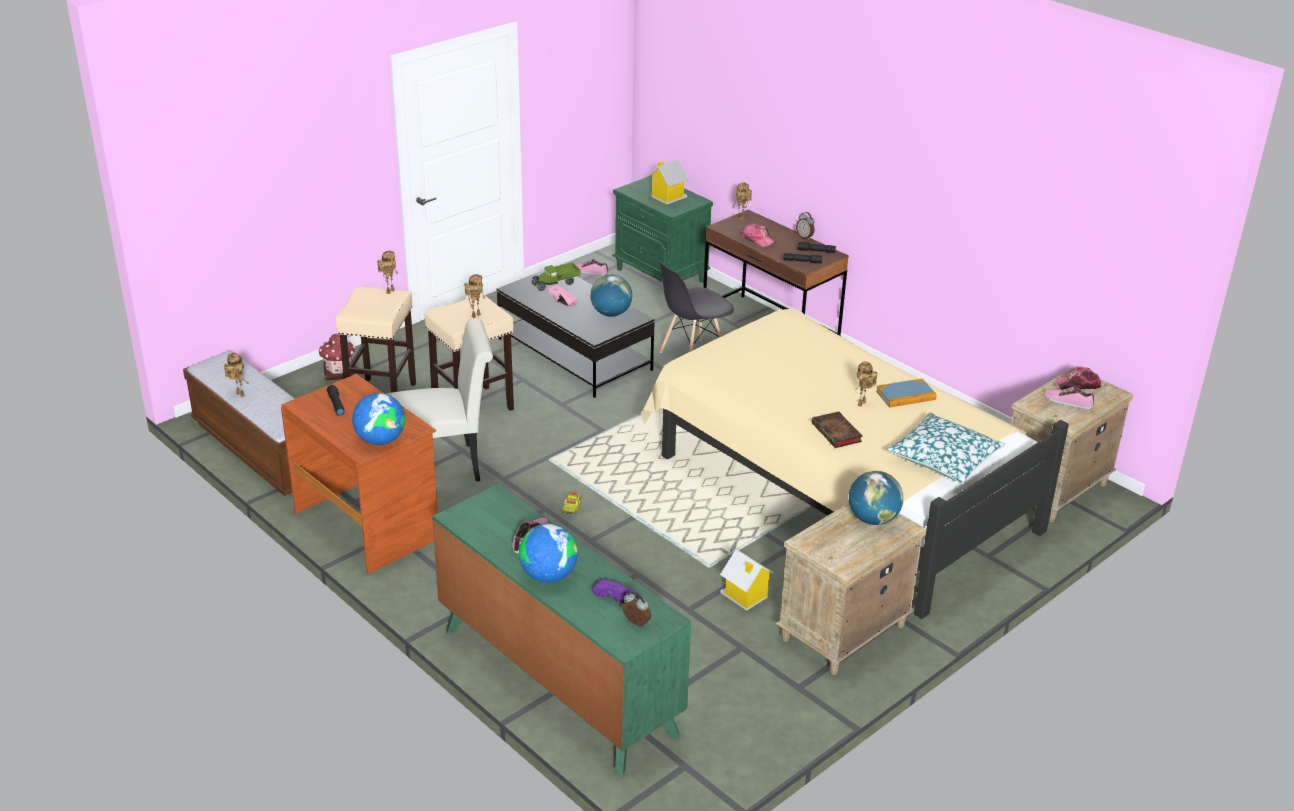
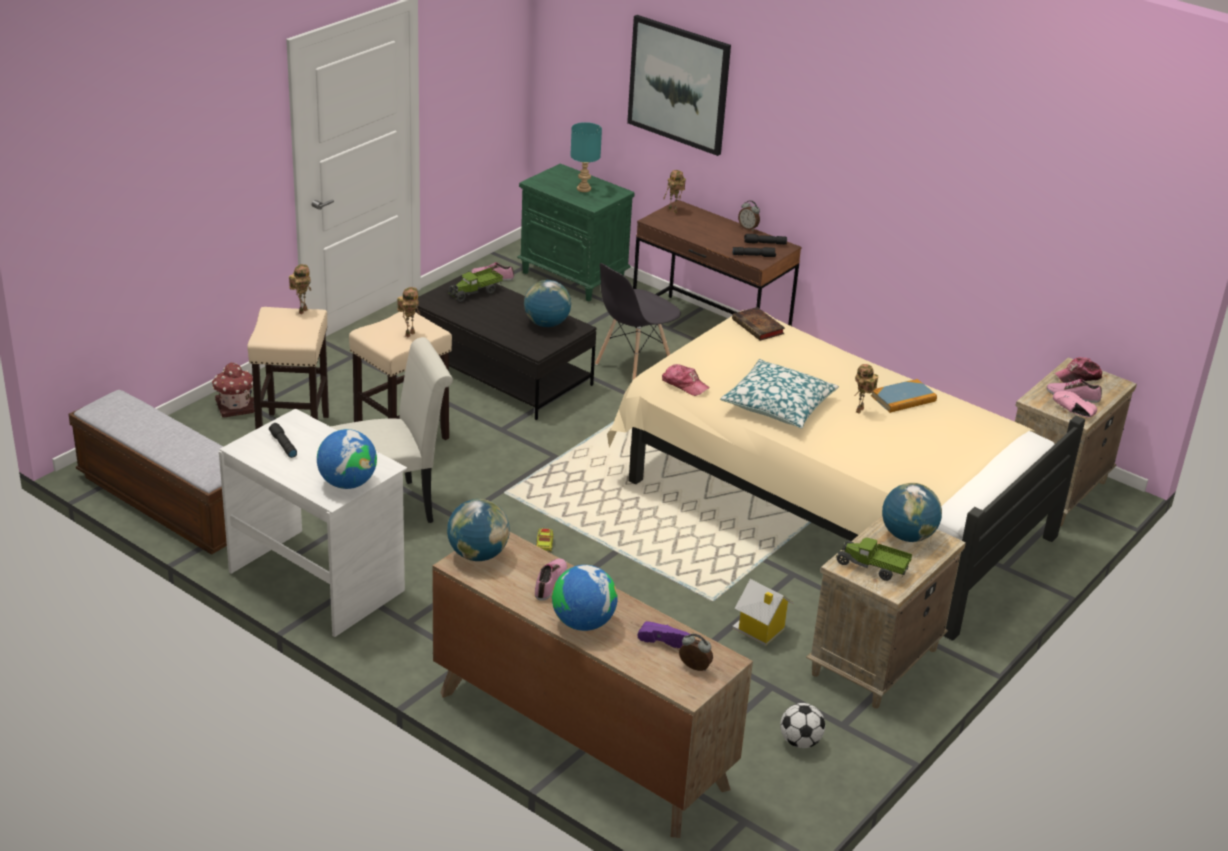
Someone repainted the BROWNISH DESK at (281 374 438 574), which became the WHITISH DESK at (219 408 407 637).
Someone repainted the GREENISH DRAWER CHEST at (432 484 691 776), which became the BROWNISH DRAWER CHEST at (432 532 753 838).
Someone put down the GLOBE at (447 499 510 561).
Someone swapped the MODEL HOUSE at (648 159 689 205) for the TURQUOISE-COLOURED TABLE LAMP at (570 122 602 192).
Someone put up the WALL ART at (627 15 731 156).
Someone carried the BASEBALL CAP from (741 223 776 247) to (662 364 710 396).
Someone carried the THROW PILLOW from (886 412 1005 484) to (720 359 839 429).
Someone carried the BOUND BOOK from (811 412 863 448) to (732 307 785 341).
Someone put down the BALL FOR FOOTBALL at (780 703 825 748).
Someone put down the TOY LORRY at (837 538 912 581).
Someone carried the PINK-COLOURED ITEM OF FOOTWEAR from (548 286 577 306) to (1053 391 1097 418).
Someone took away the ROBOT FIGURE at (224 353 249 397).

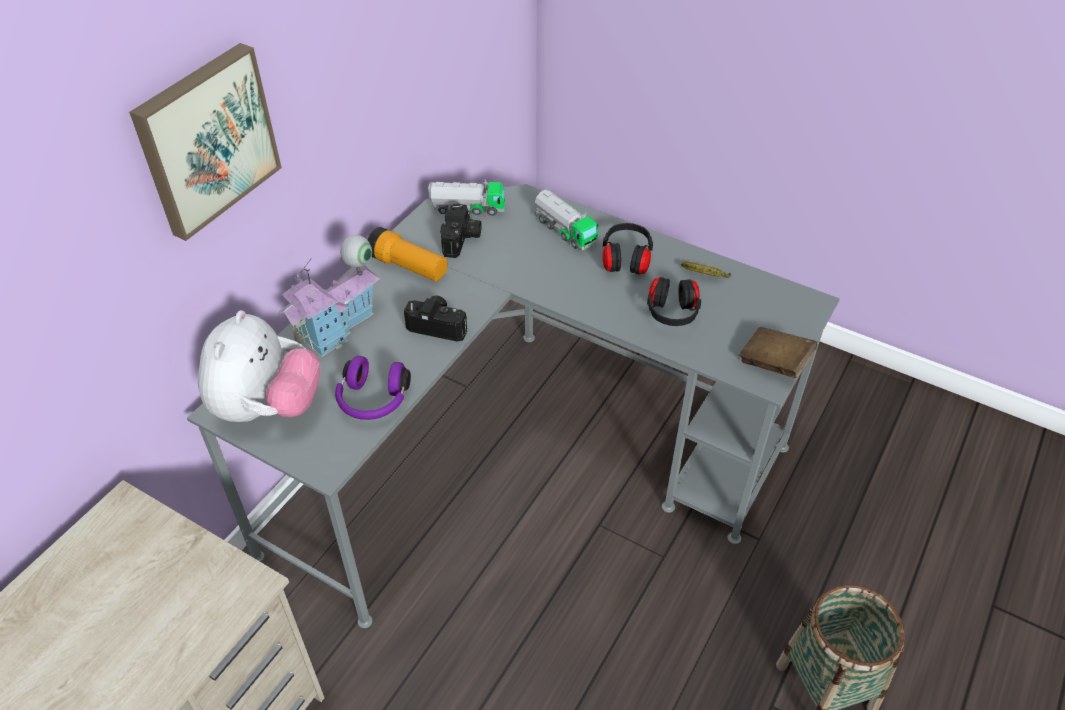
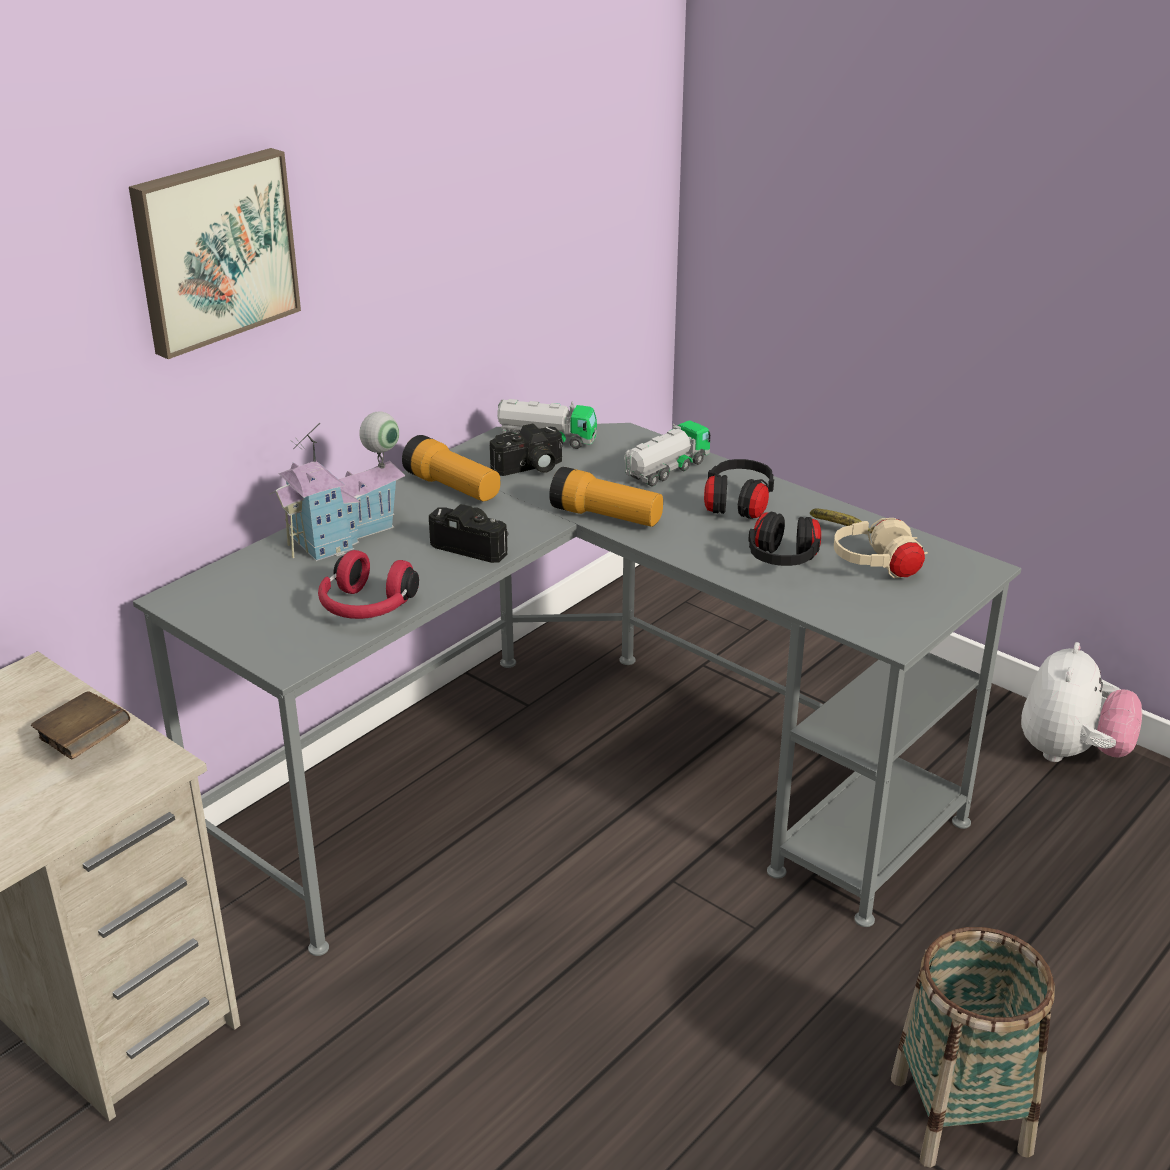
Someone carried the BROWNISH BOUND BOOK from (739 327 817 378) to (31 692 130 759).
Someone repainted the PURPLE-COLOURED HEADSET at (335 356 411 420), which became the RED HEADSET at (318 550 419 619).
Someone rotated the STILL CAMERA at (440 204 482 258) by 45 degrees clockwise.
Someone put down the FLASHLIGHT at (549 467 663 527).
Someone rotated the TOY LORRY at (535 189 598 250) by 105 degrees counterclockwise.
Someone put down the BEIGE HEADSET at (834 518 928 579).
Someone carried the PLUSH TOY from (198 310 321 422) to (1021 642 1142 762).

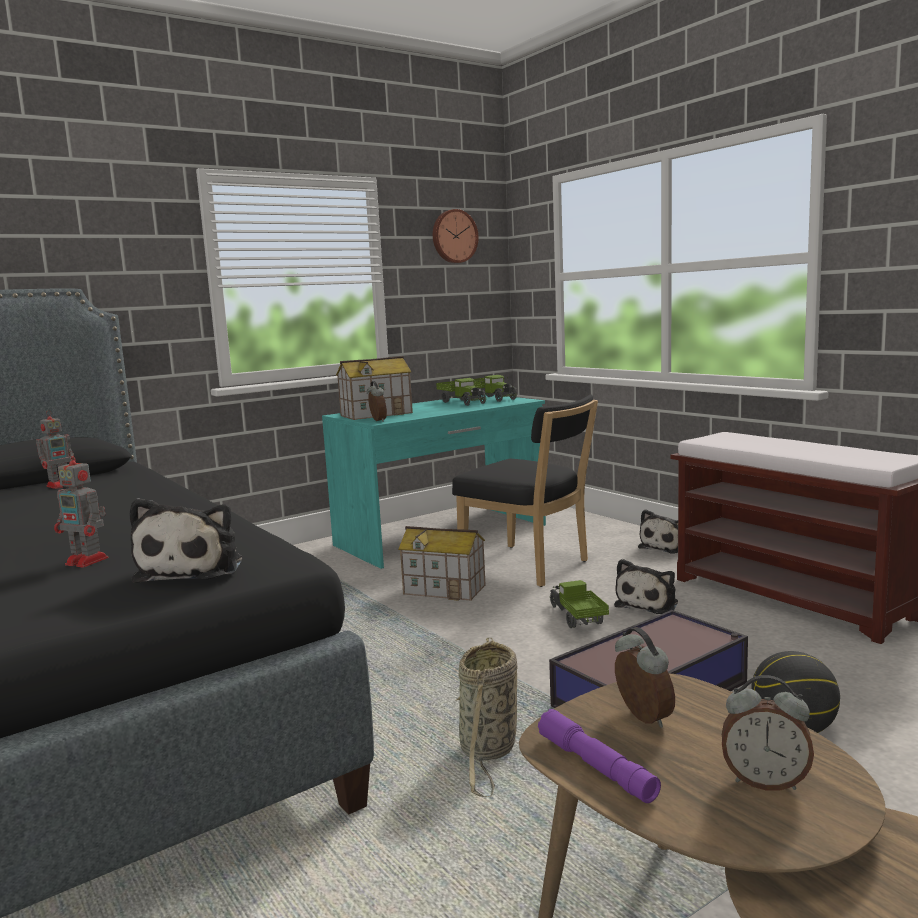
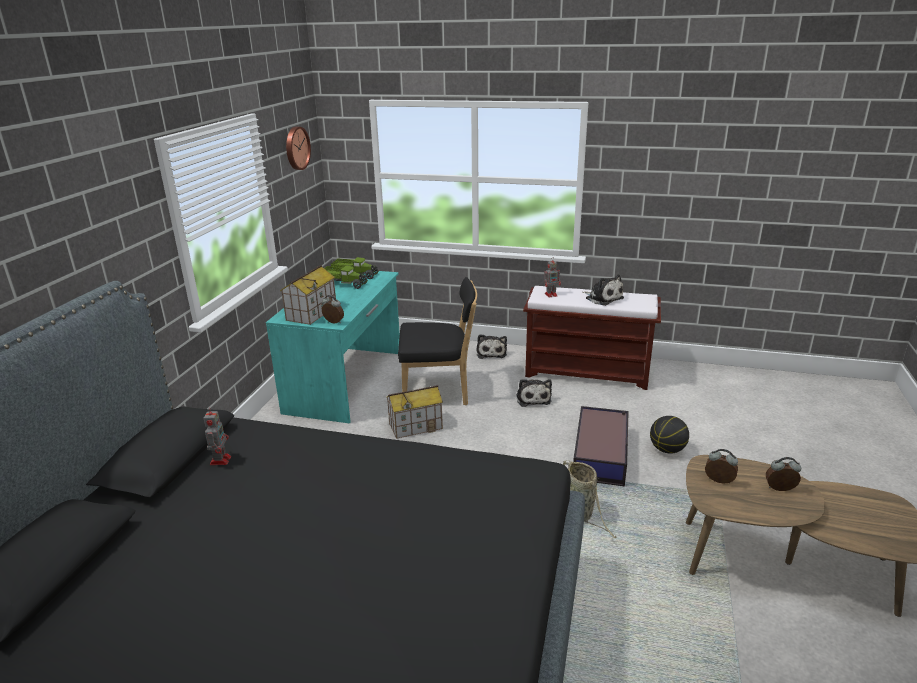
Someone carried the ROBOT FIGURE from (54 451 109 567) to (544 257 561 297).
Someone carried the PLUSH TOY from (129 498 242 583) to (582 274 624 306).
Someone rotated the TABLE CLOCK at (722 675 814 791) by 150 degrees counterclockwise.
Someone took away the PURPLE-COLOURED FLASHLIGHT at (538 709 661 803).
Someone took away the TOY LORRY at (549 580 609 628).

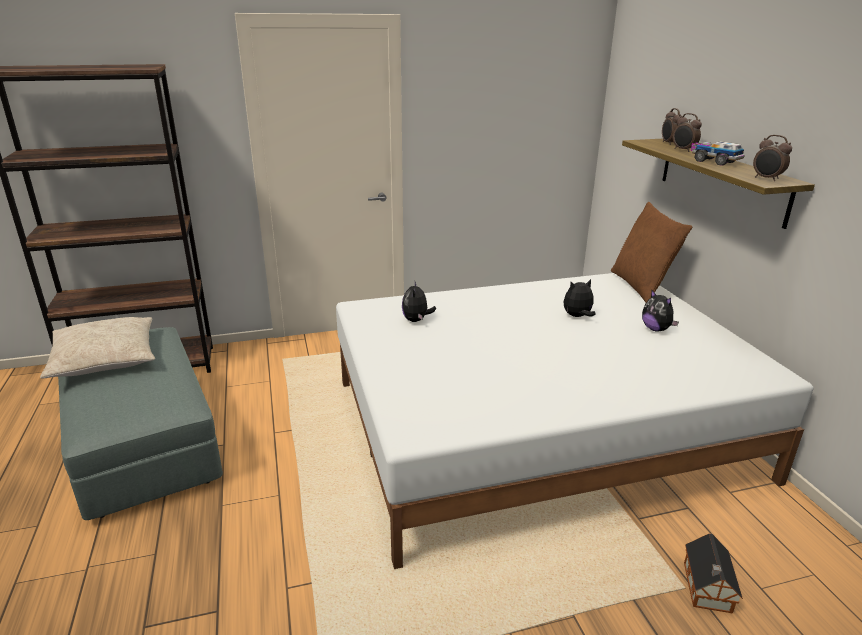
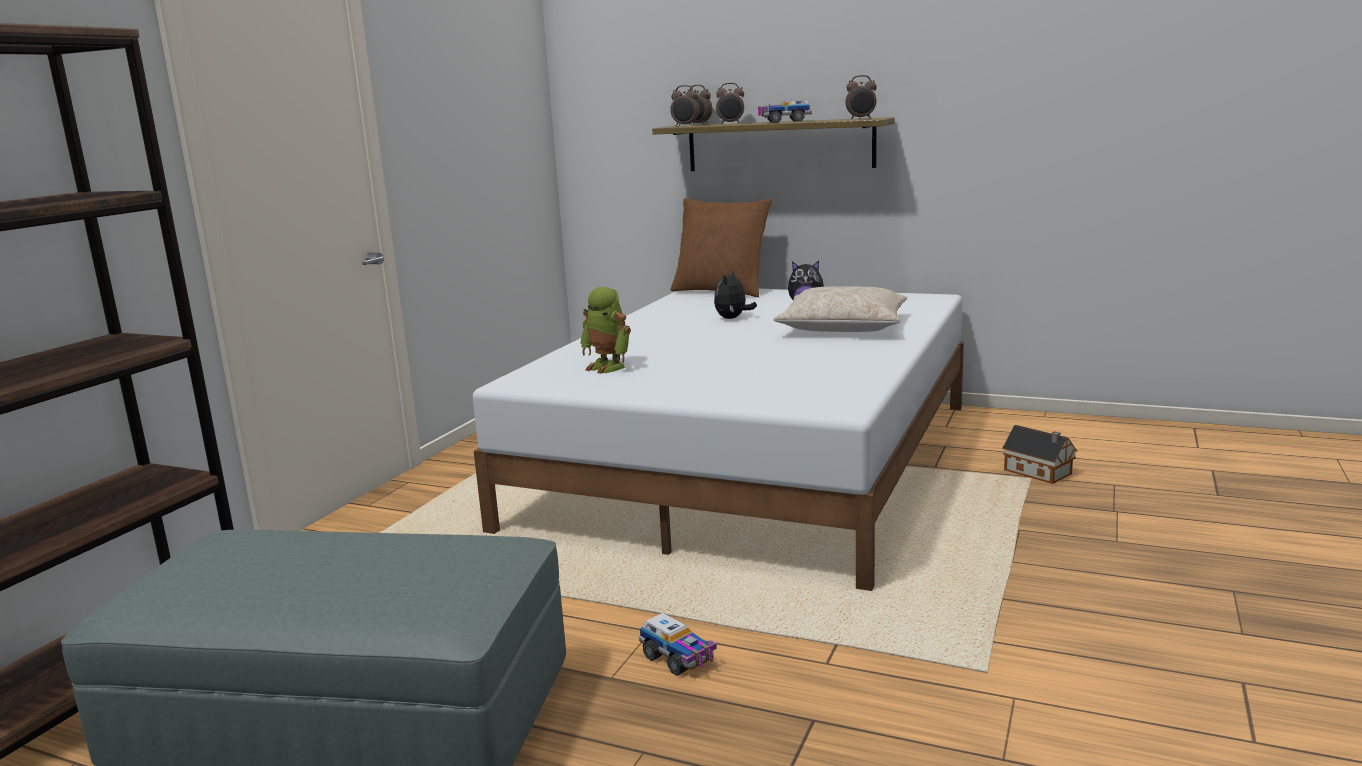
Someone swapped the PLUSH TOY at (402 280 436 322) for the ROBOT FIGURE at (580 287 631 374).
Someone put down the TOY LORRY at (638 613 717 676).
Someone put down the TABLE CLOCK at (670 85 700 126).
Someone carried the BEIGE THROW PILLOW from (40 317 155 378) to (774 287 907 332).

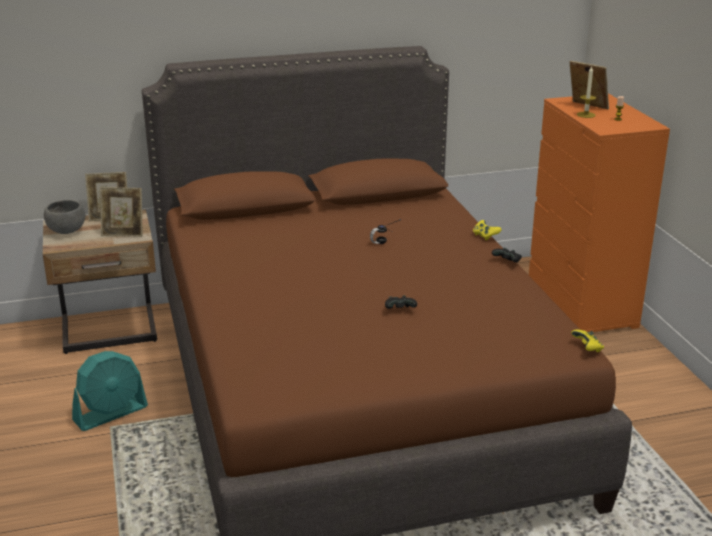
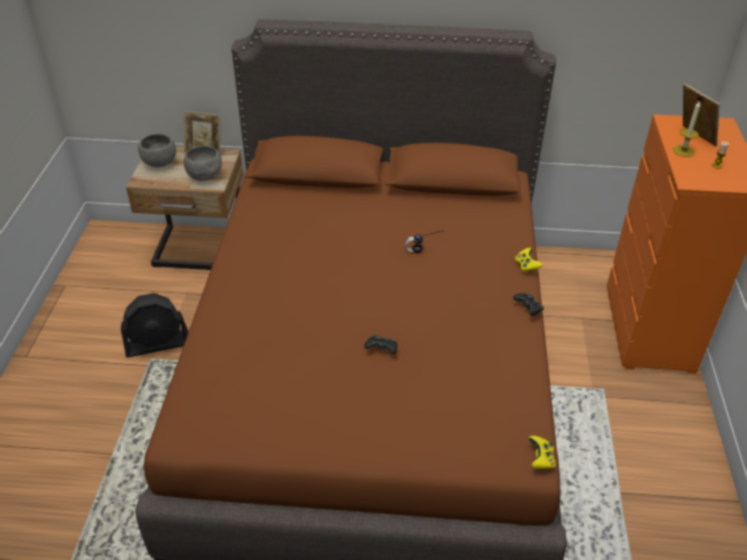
Someone repainted the TURQUOISE-COLOURED FAN at (72 351 148 431), which became the BLACK FAN at (121 293 188 357).
Someone swapped the PHOTO FRAME at (100 187 143 237) for the GREY SERVING BOWL at (184 146 222 181).

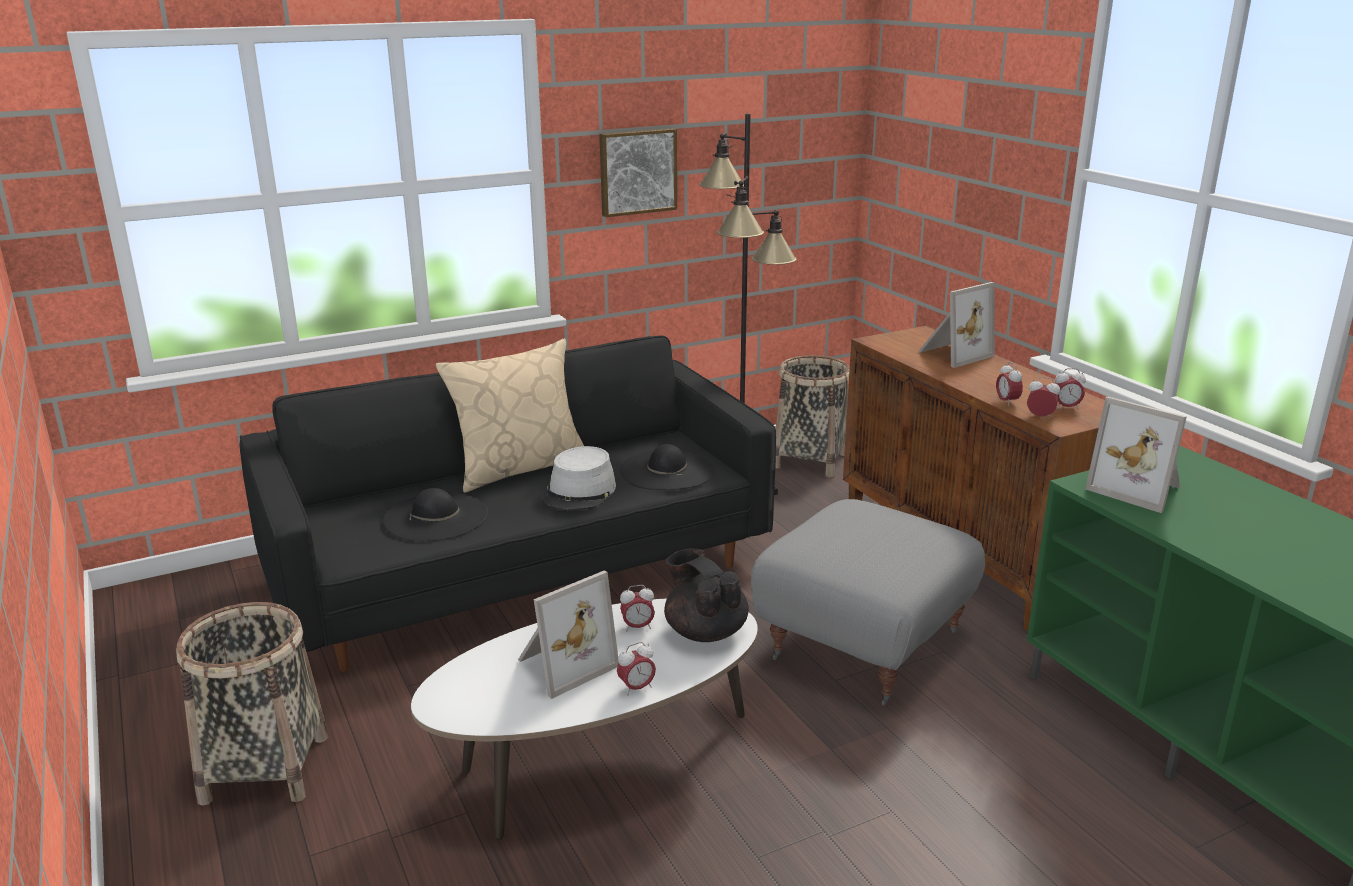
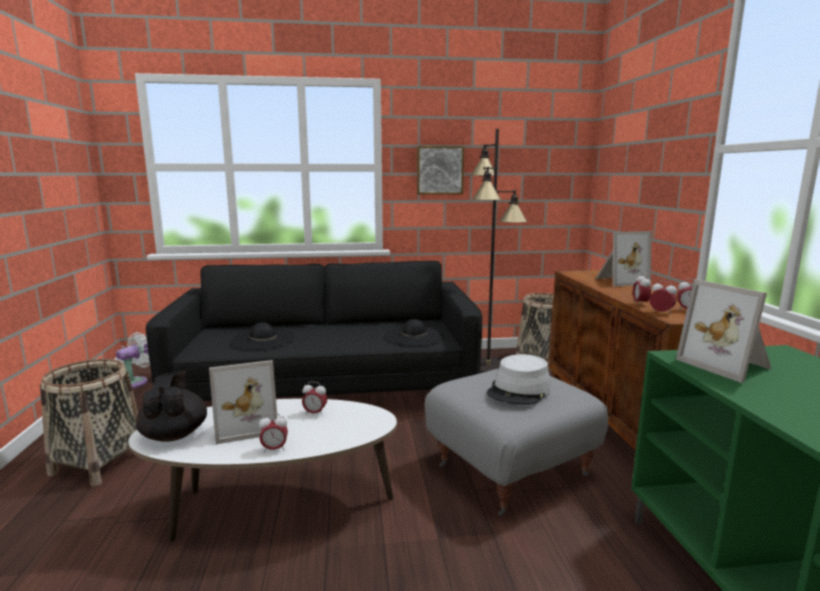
Someone put down the WHITISH FAN at (116 332 150 389).
Someone carried the BLACK TEA POT from (664 548 749 642) to (136 371 207 442).
Someone carried the GREY HAT from (542 446 616 510) to (487 354 551 405).
Someone took away the BEIGE THROW PILLOW at (436 339 584 493).

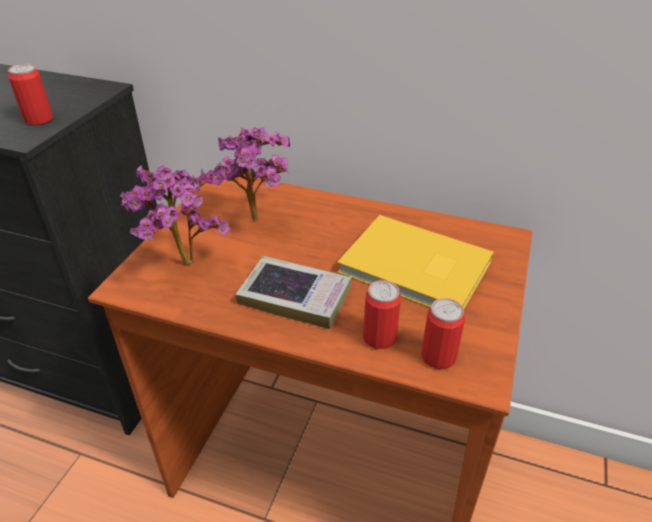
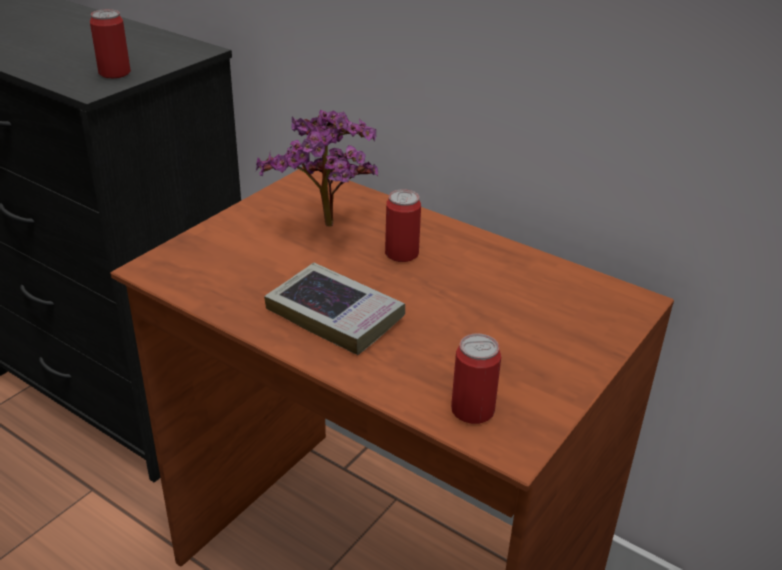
Someone carried the SEALED CAN from (363 280 401 349) to (385 189 421 262).
Someone took away the HOUSEPLANT at (120 165 230 266).
Someone took away the YELLOW-COLOURED BOUND BOOK at (337 215 493 309).

